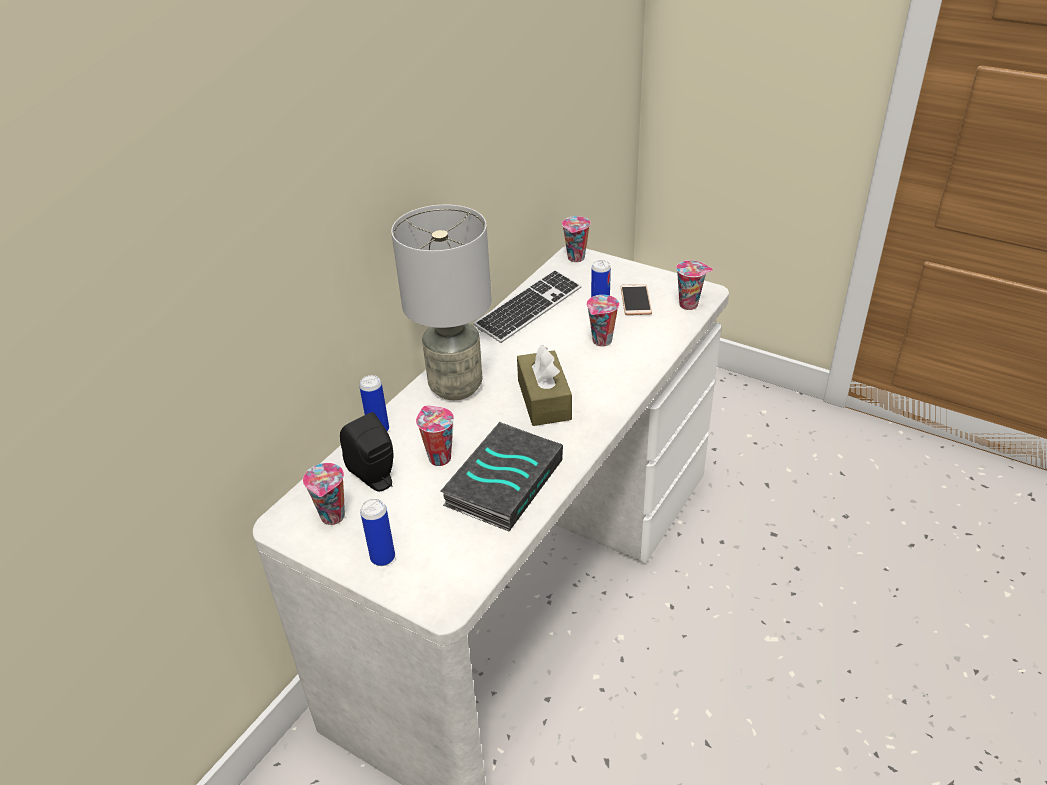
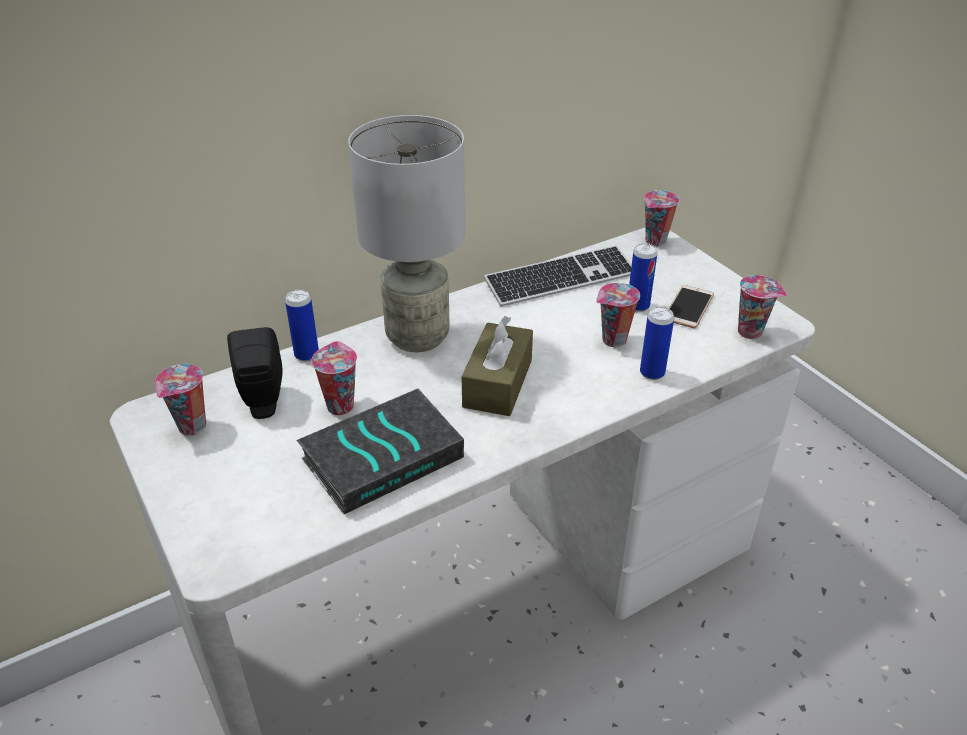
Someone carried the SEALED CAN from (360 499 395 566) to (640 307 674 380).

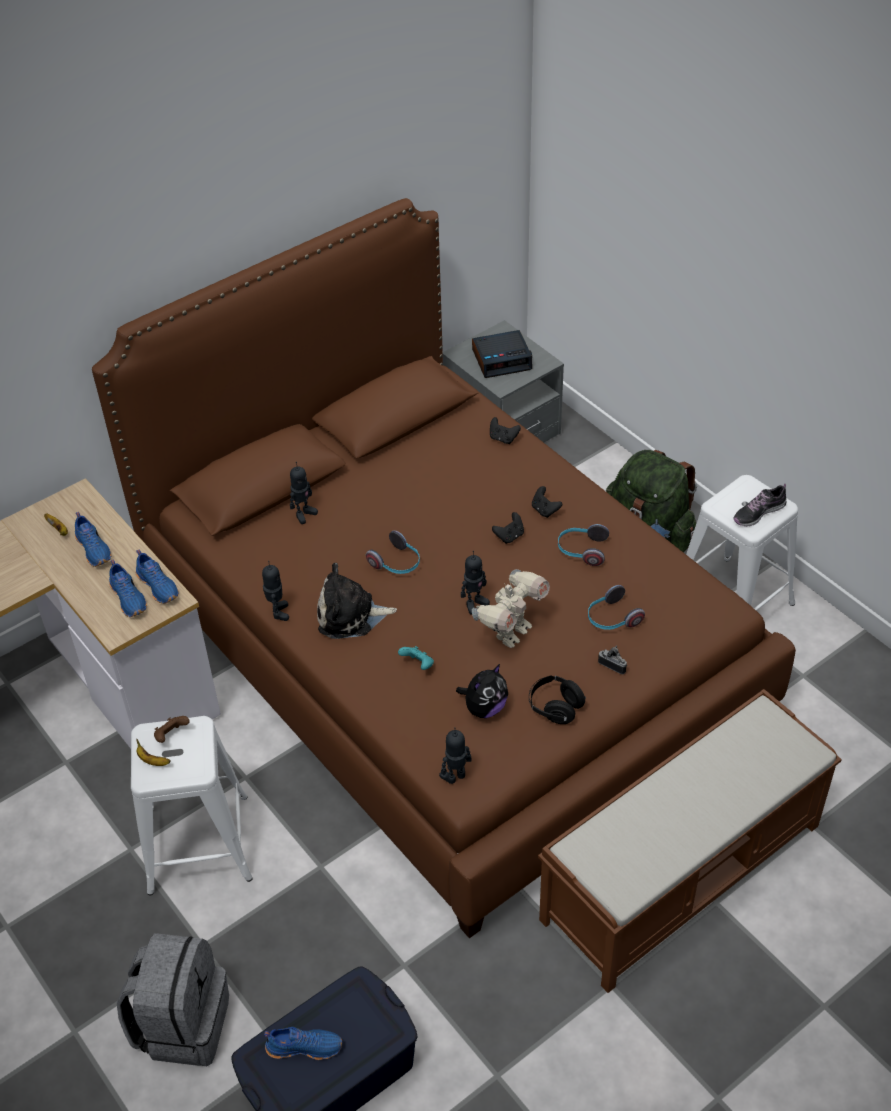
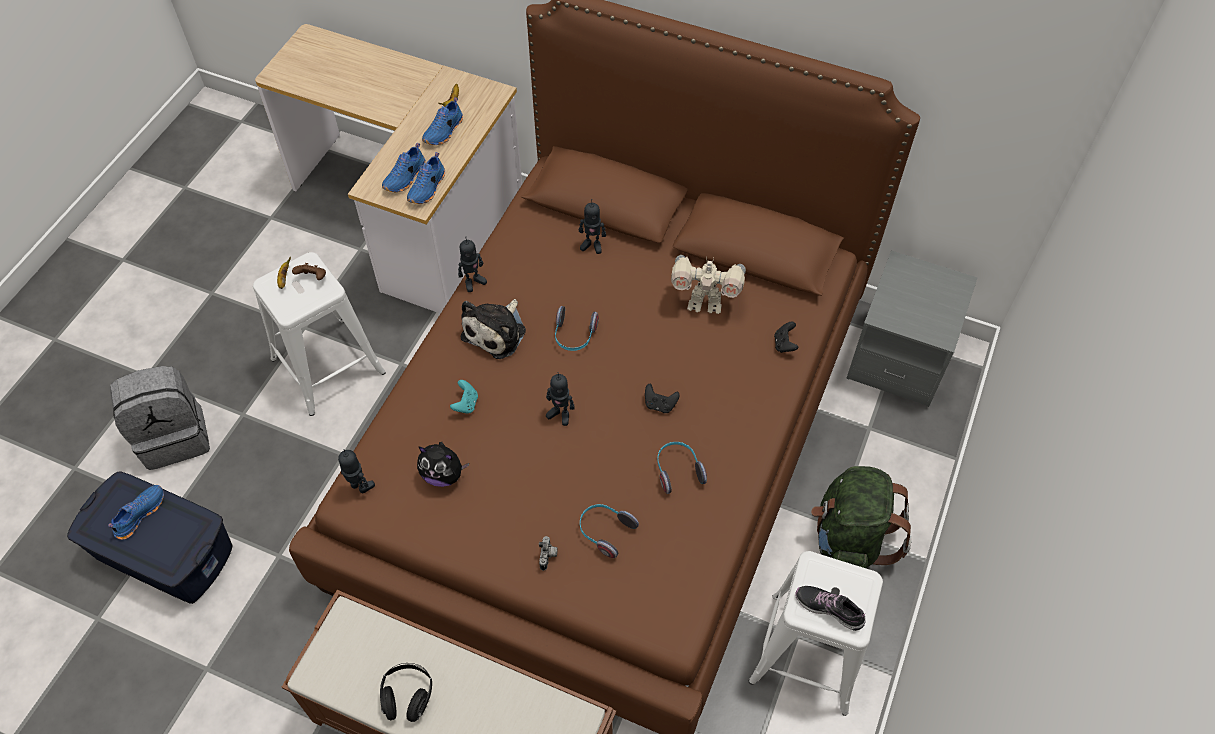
Someone rotated the BLUE ITEM OF FOOTWEAR at (264 1027 342 1060) by 120 degrees counterclockwise.
Someone carried the BLACK HEADSET from (529 675 586 724) to (380 663 432 722).
Someone rotated the PLUSH TOY at (317 563 397 639) by 120 degrees counterclockwise.
Someone carried the ROBOT FIGURE from (472 569 550 648) to (671 255 746 314).
Someone took away the TABLE CLOCK at (472 330 532 378).
Someone took away the BLACK GAME CONTROLLER at (532 486 562 518).

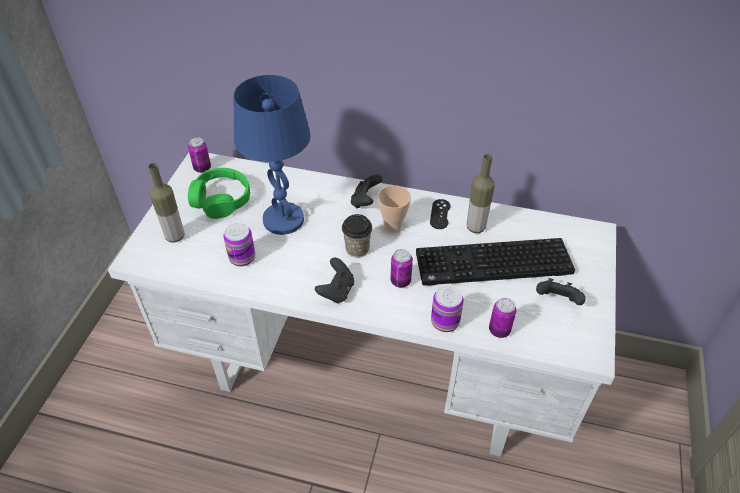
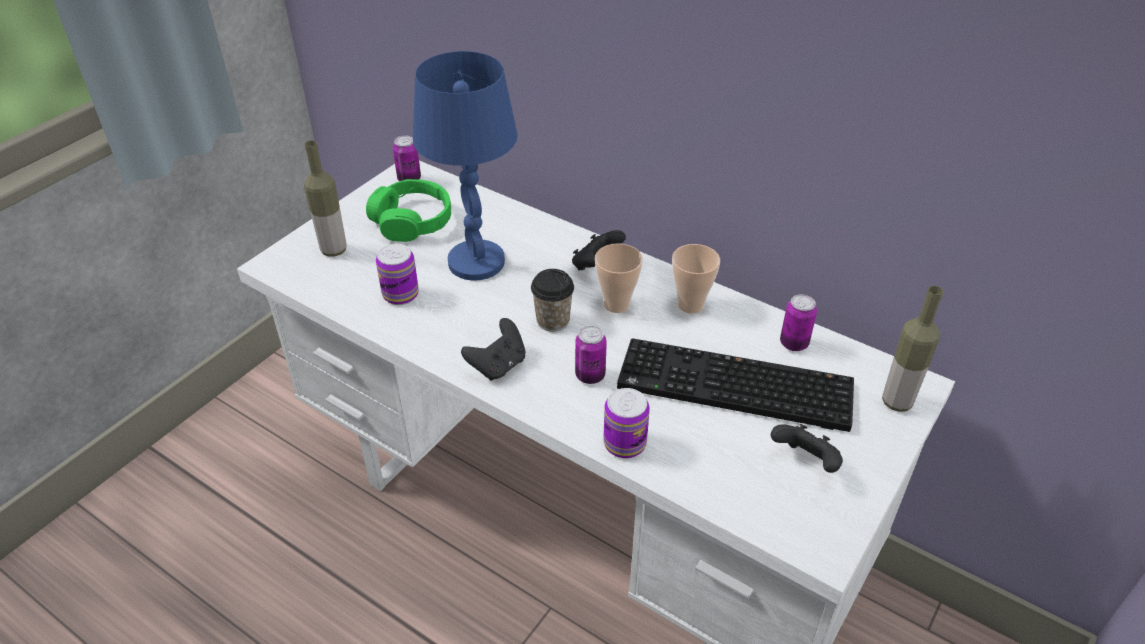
Someone swapped the BLACK GAME CONTROLLER at (430 199 450 229) for the CUP at (672 244 720 314).
Someone carried the SEALED CAN from (489 298 516 338) to (780 294 817 351).
Someone carried the BEVERAGE BOTTLE from (467 154 495 233) to (882 286 943 412).

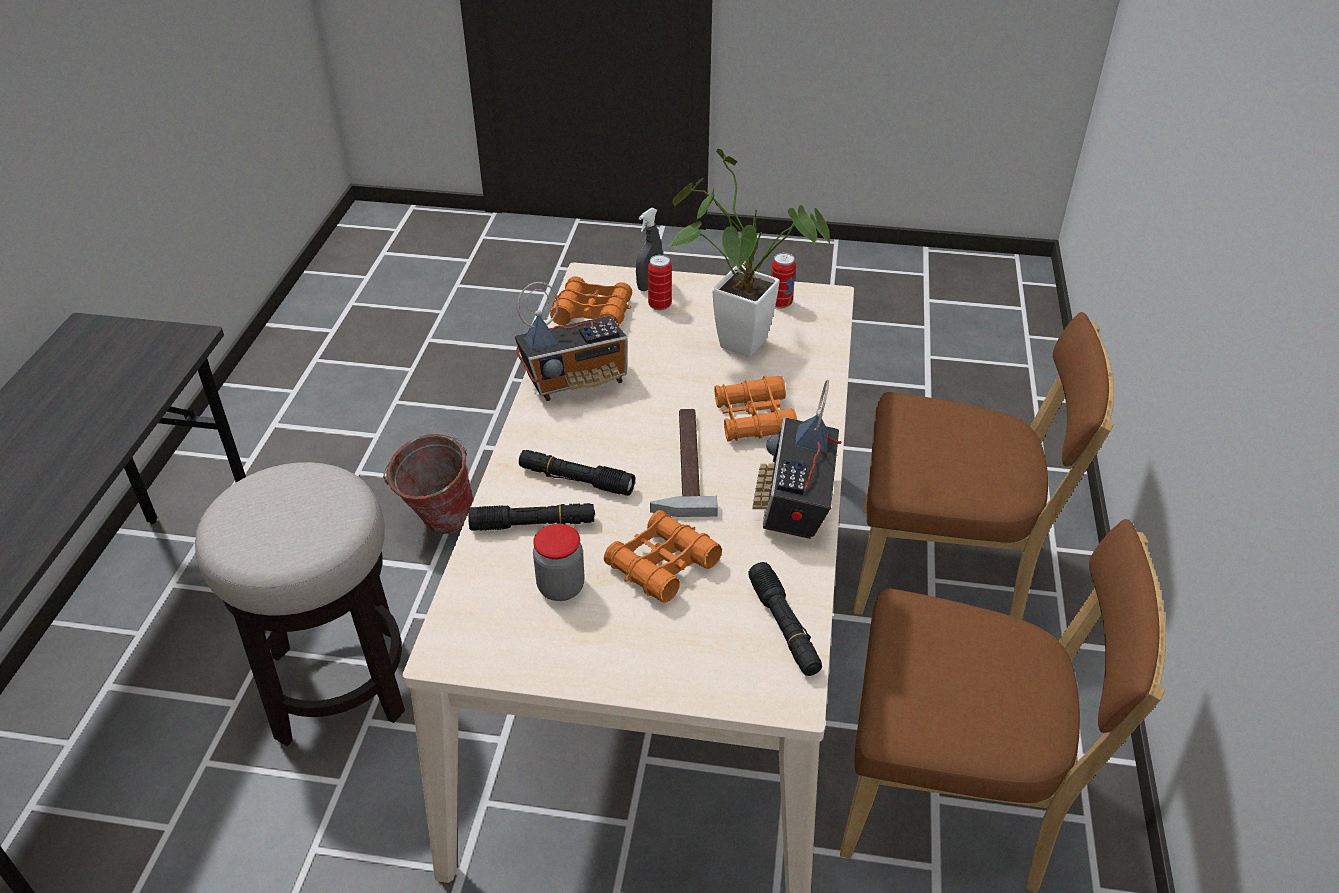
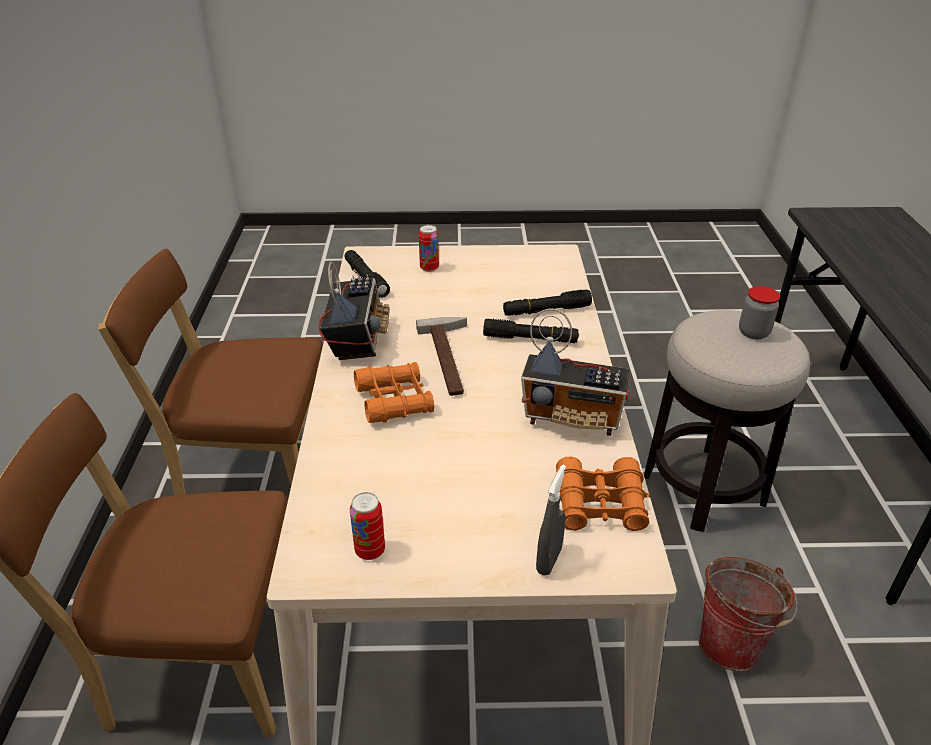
Someone carried the SEALED CAN from (648 255 672 311) to (419 225 439 272).
Someone rotated the RADIO at (515 282 628 401) by 135 degrees counterclockwise.
Someone carried the JAR from (533 524 585 601) to (739 286 780 339).
Someone took away the ORANGE FIELD GLASSES at (604 510 722 603).
Someone took away the HOUSEPLANT at (669 149 831 357).

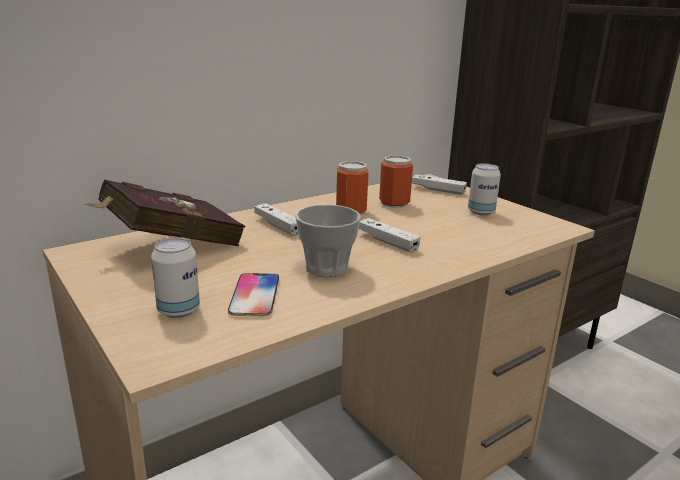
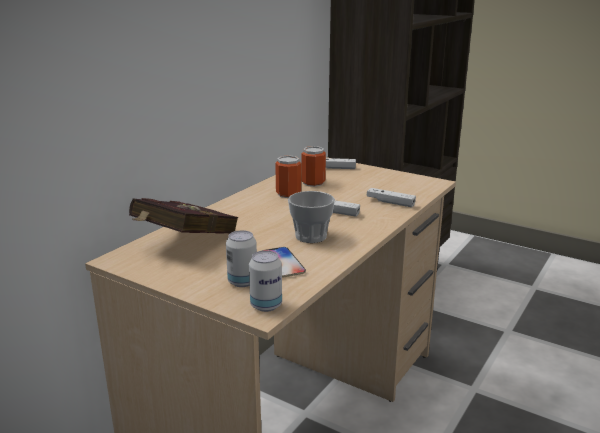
Someone carried the SEALED CAN from (468 163 501 216) to (249 250 282 312).
Someone carried the WHITISH GAME CONTROLLER from (254 203 298 236) to (367 188 416 207).

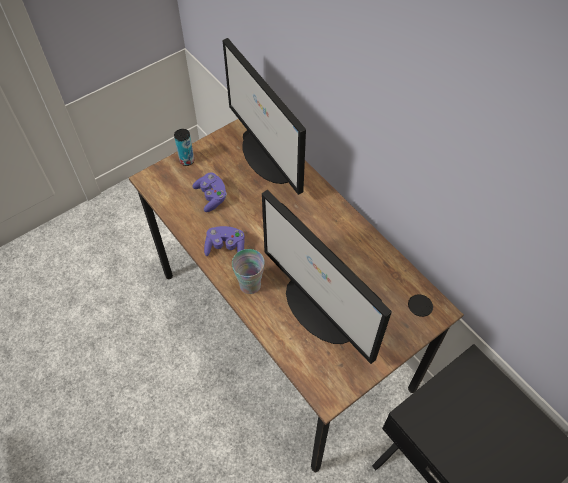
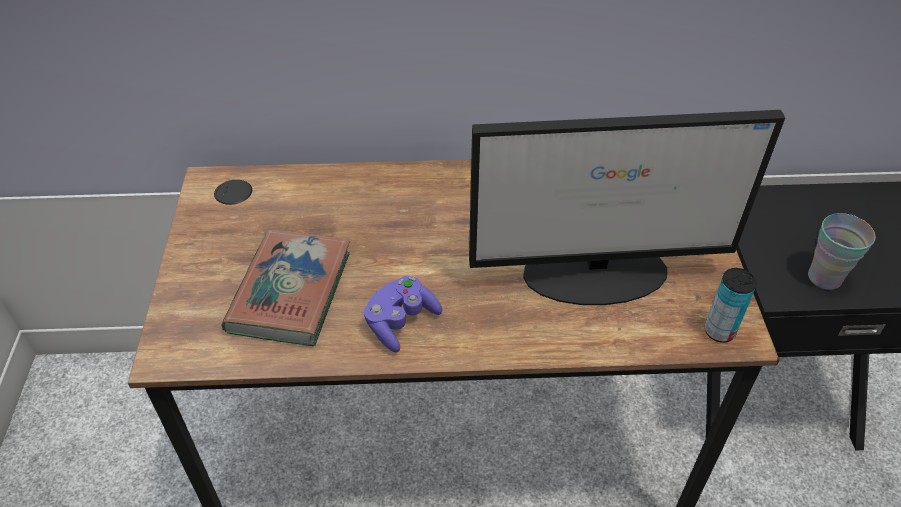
Someone swapped the PURPLE-COLOURED GAME CONTROLLER at (192 173 227 212) for the BOUND BOOK at (222 229 350 346).
Someone carried the SEALED CAN from (174 129 194 166) to (705 268 757 343).
Someone carried the CUP from (232 249 265 294) to (808 213 875 290).
Someone took away the MONITOR at (222 38 306 195).

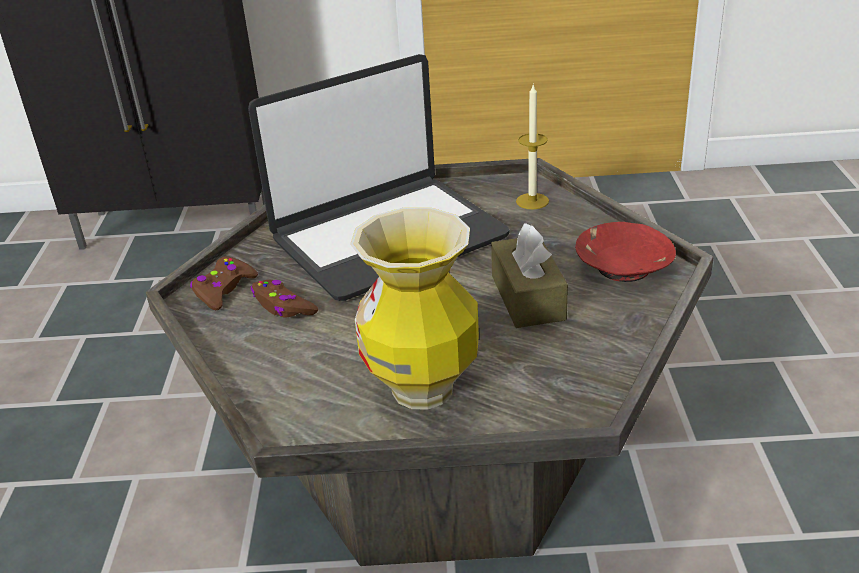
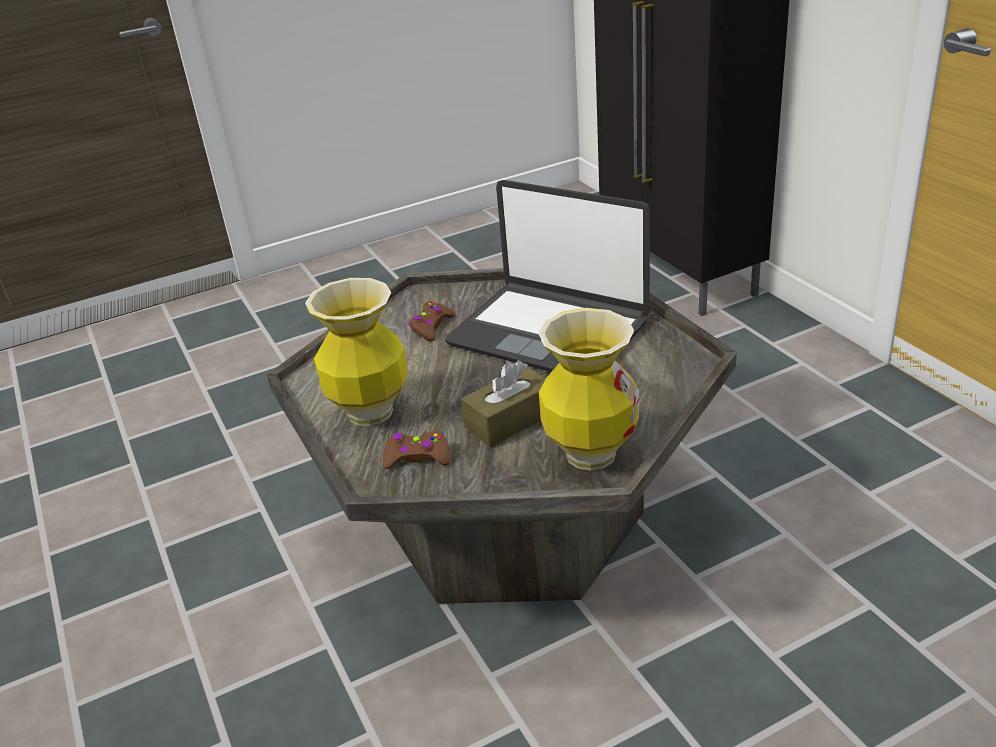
Someone carried the BROWNISH GAME CONTROLLER from (190 256 258 310) to (383 431 450 469).
Someone swapped the RED SERVING BOWL at (575 222 676 282) for the DECORATIVE VASE at (538 308 639 471).
Someone took away the WAX CANDLE at (516 83 549 210).

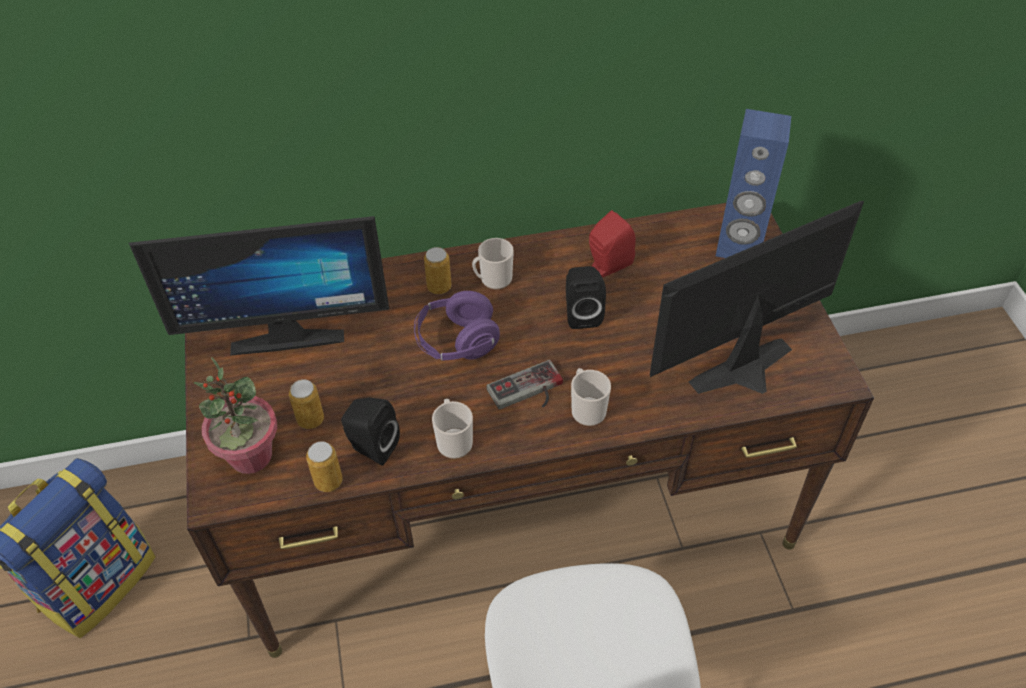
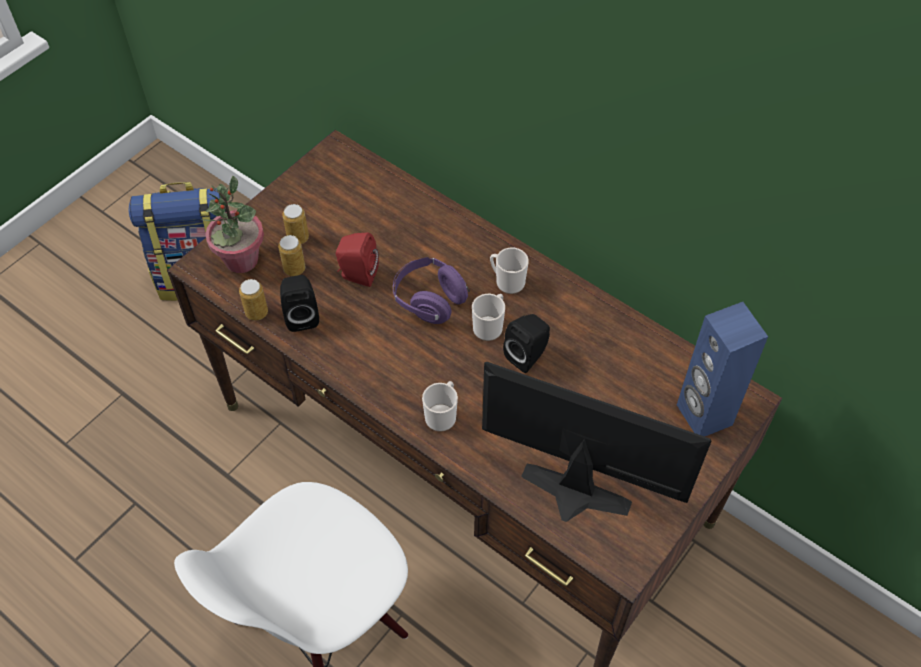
Someone carried the SEALED CAN from (424 247 452 294) to (282 204 309 244).
Someone carried the RED SPEAKER from (589 210 636 277) to (336 233 379 287).
Someone carried the TEA MUG from (432 399 473 459) to (472 294 505 341).
Someone took away the MONITOR at (129 216 389 356).
Someone took away the GAME CONTROLLER at (486 360 563 410).

